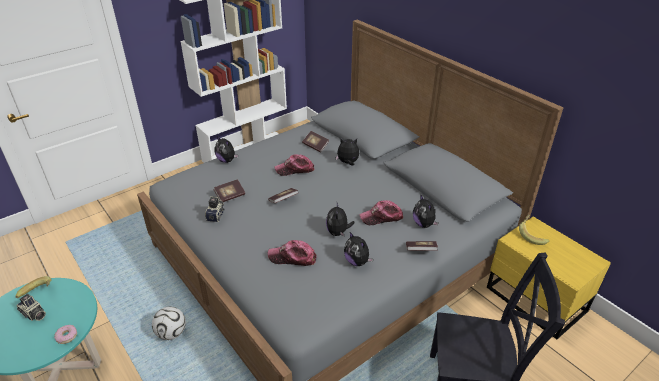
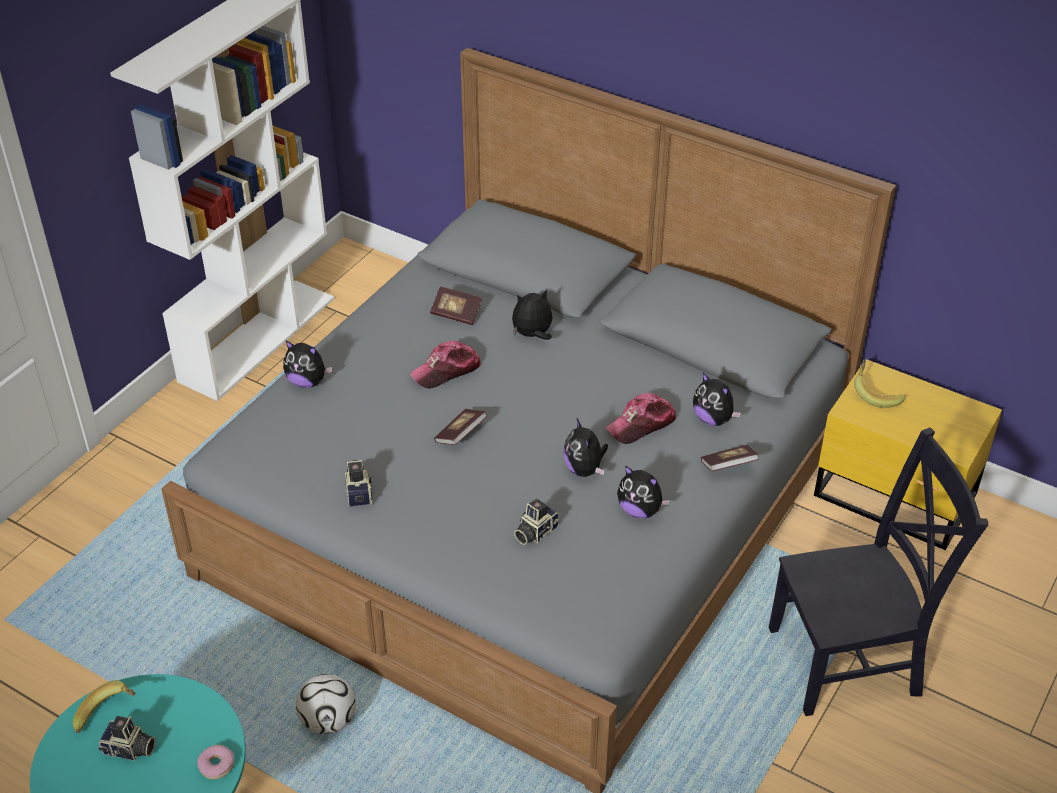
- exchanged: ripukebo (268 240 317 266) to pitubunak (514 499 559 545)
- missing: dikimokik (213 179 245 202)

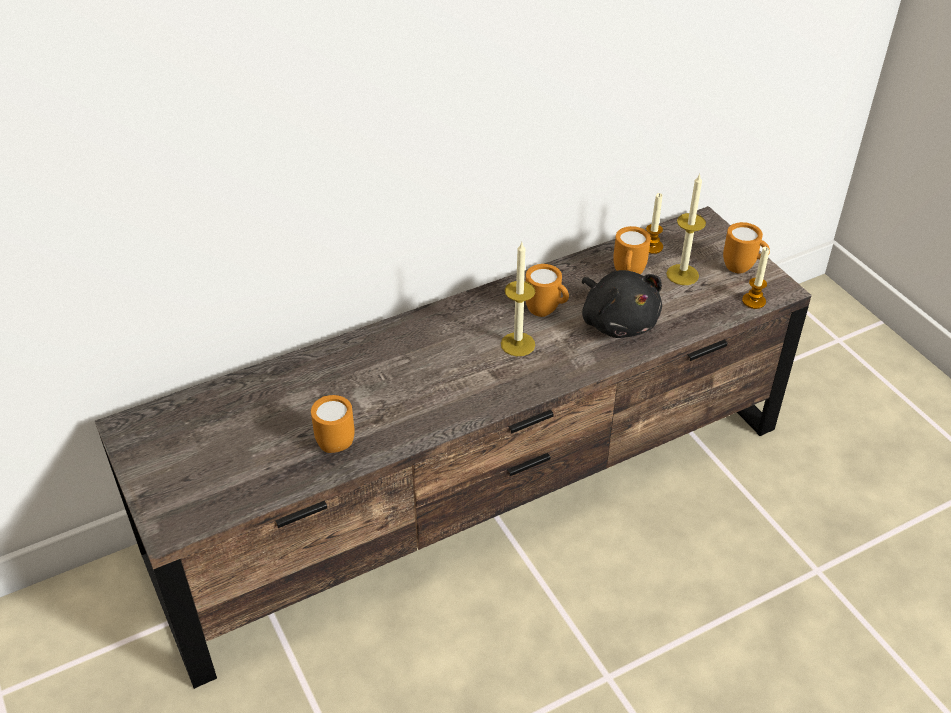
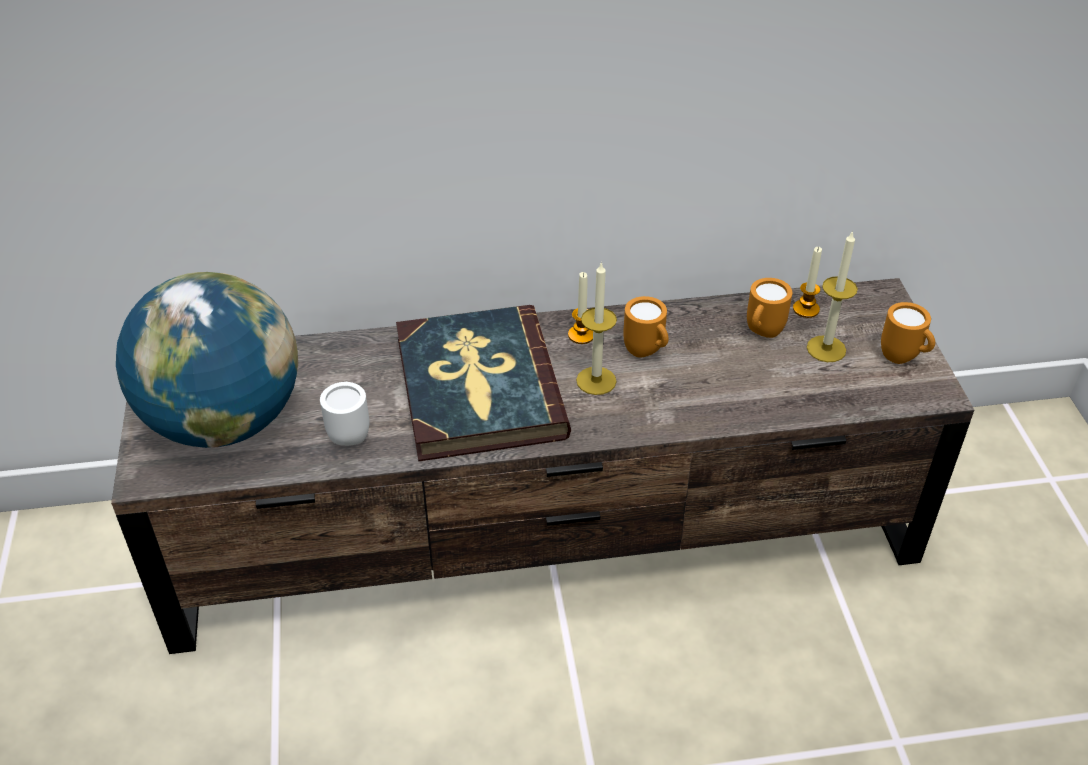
- appeared: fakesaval (116 272 298 448)
- colour: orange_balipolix (311 395 355 453) to white_balipolix (320 382 369 446)
- appeared: dikimokik (396 305 571 461)
- relocated: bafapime (742 247 769 309) to (568 272 593 344)
- missing: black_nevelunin (582 270 662 338)

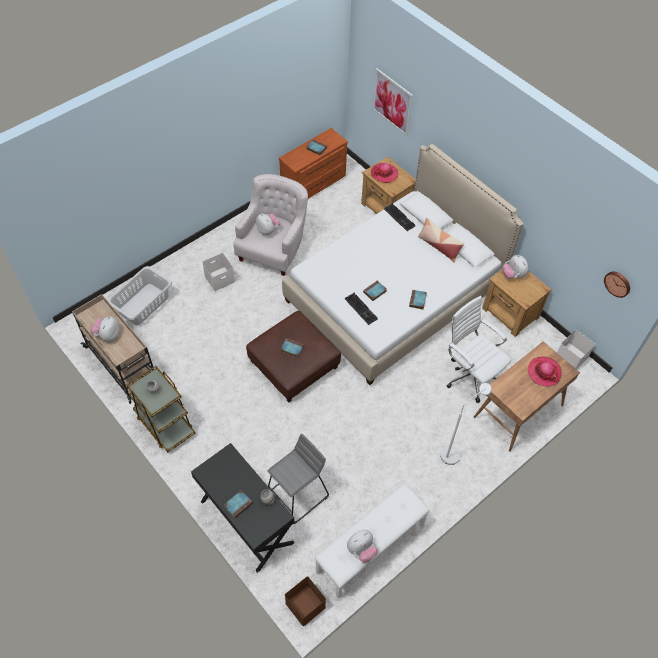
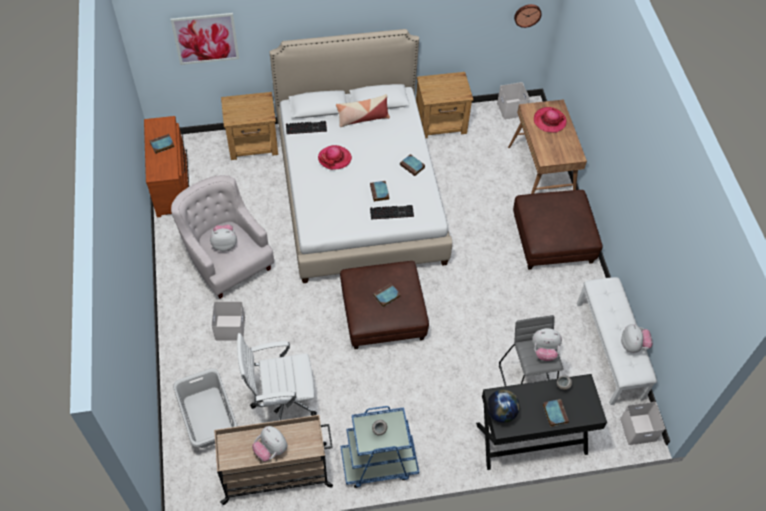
- relocated: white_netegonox (447 296 511 403) to (237 333 317 421)
- relocated: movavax (371 163 398 183) to (318 145 352 170)
- colour: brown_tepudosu (127 366 195 452) to blue_tepudosu (341 406 419 488)
- appeared: fakesaval (487 390 520 423)
- exchanged: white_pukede (440 383 492 465) to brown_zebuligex (513 190 603 270)
- relocated: nevelunin (502 255 529 279) to (532 328 562 361)
- colour: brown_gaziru (285 576 326 626) to white_gaziru (620 402 665 445)

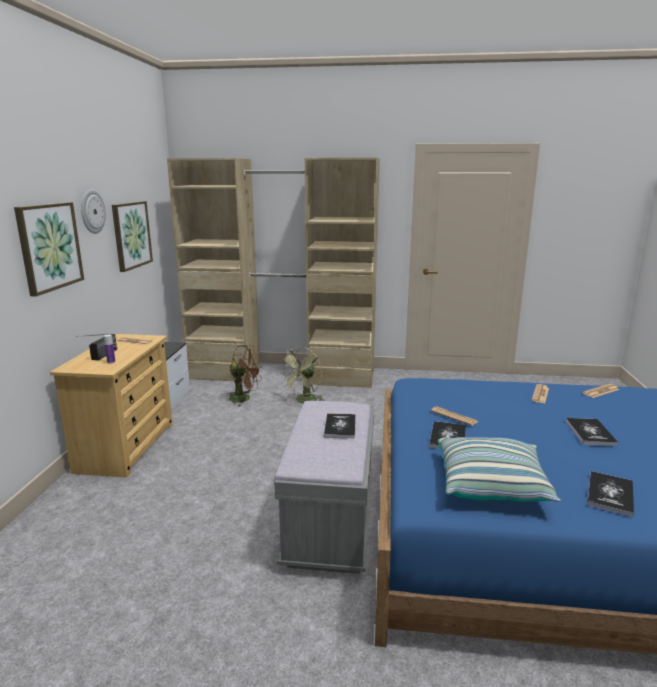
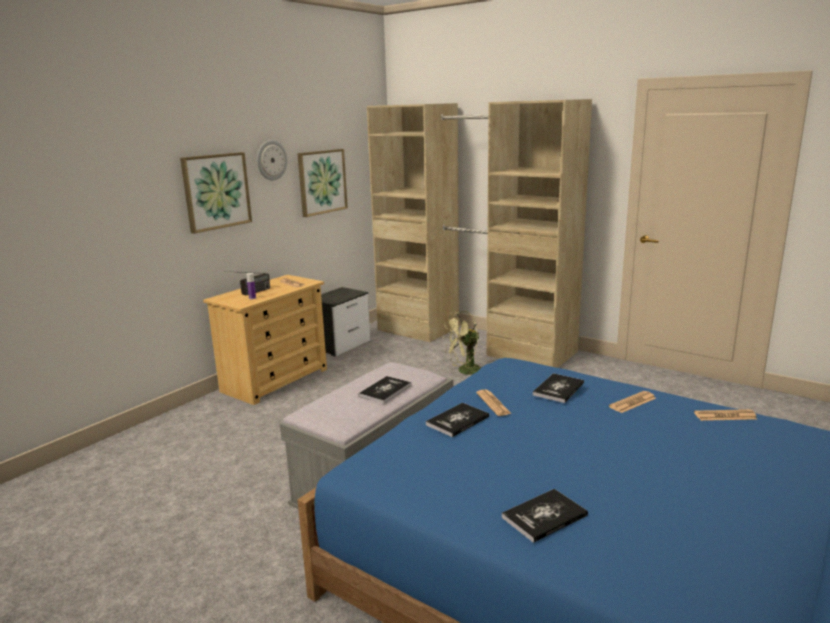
- relocated: dikimokik (566 418 618 446) to (533 373 584 403)
- missing: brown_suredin (226 345 262 407)
- missing: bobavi (438 437 561 502)

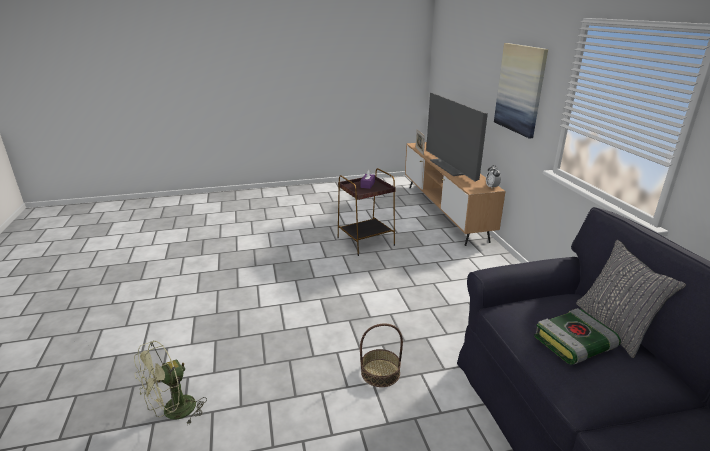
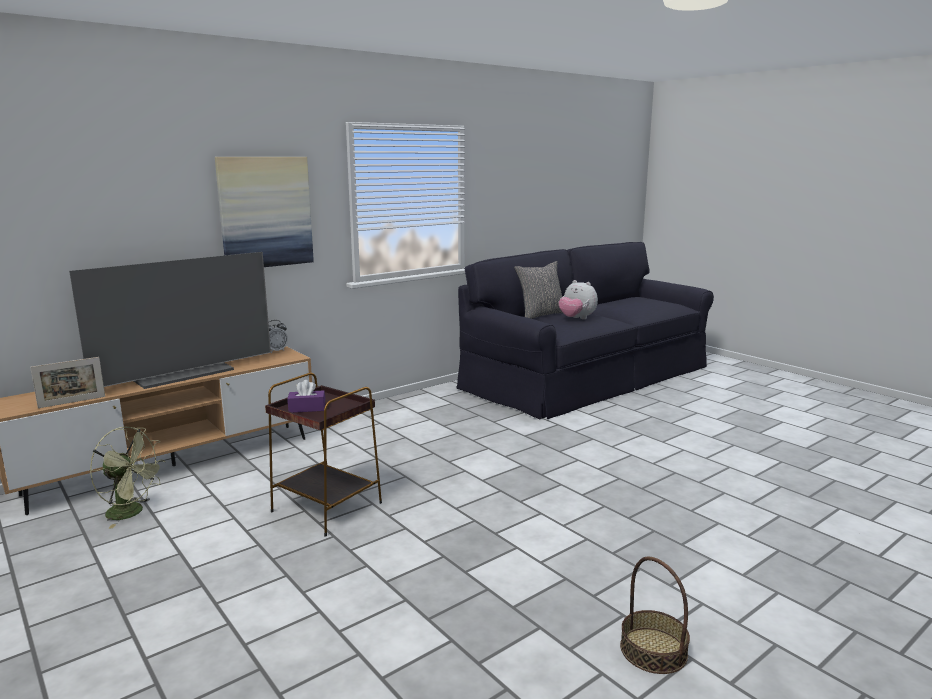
- relocated: green_suredin (134 341 207 425) to (90 427 165 529)
- exchanged: dikimokik (534 308 621 364) to nevelunin (559 280 598 319)
- relocated: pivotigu (360 324 403 387) to (620 556 690 674)

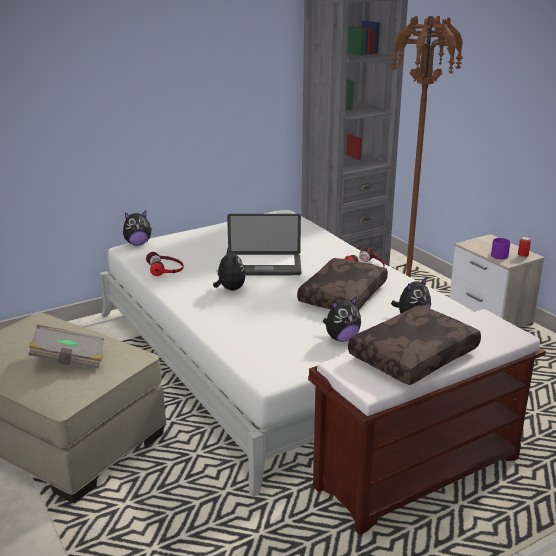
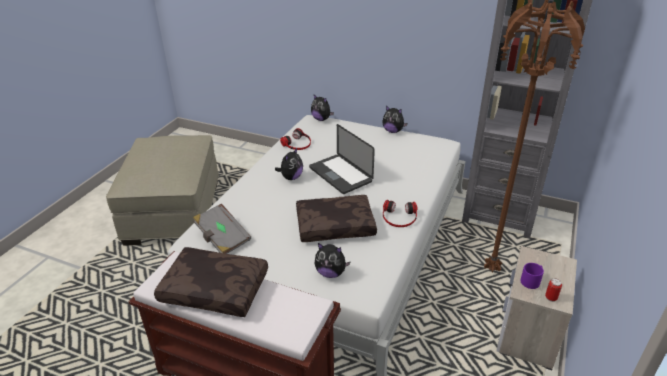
- relocated: grey_dikimokik (28 325 104 369) to (193 204 251 254)
- relocated: nevelunin (323 296 361 342) to (382 106 407 133)

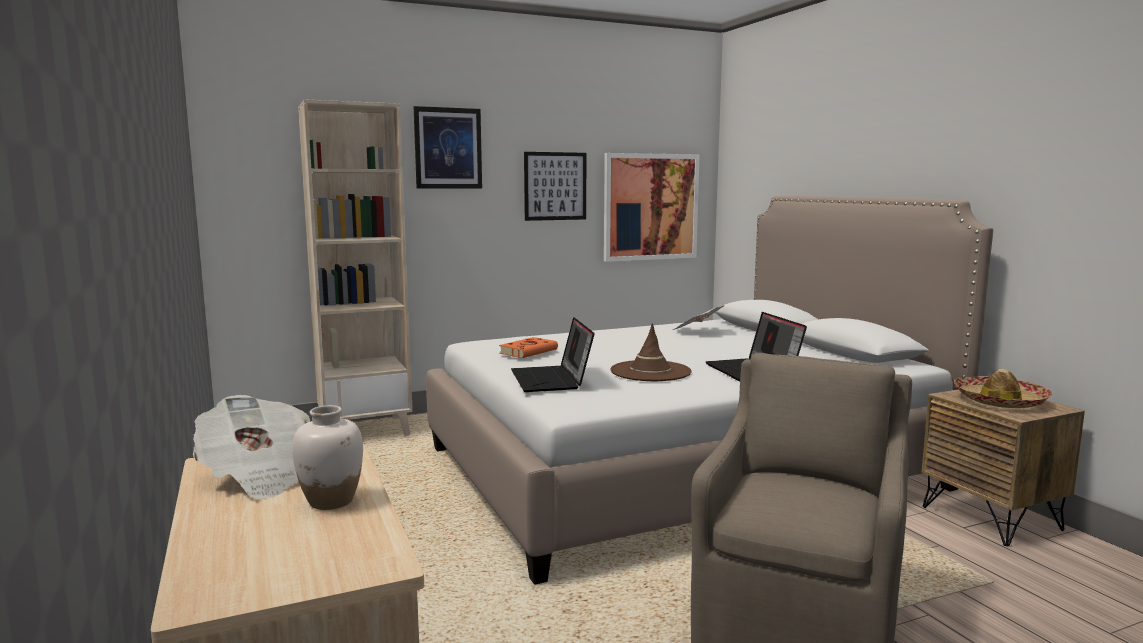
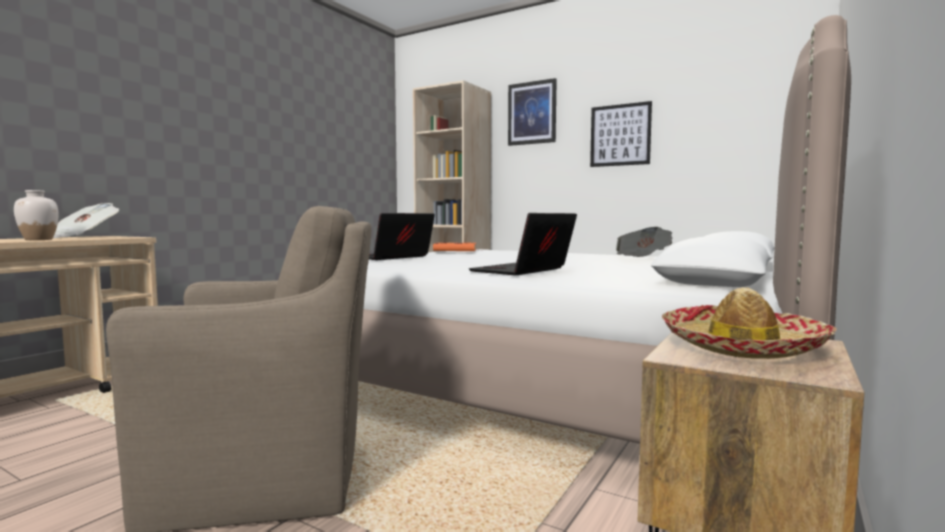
- missing: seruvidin (604 153 700 262)
- missing: brown_movavax (610 323 692 381)

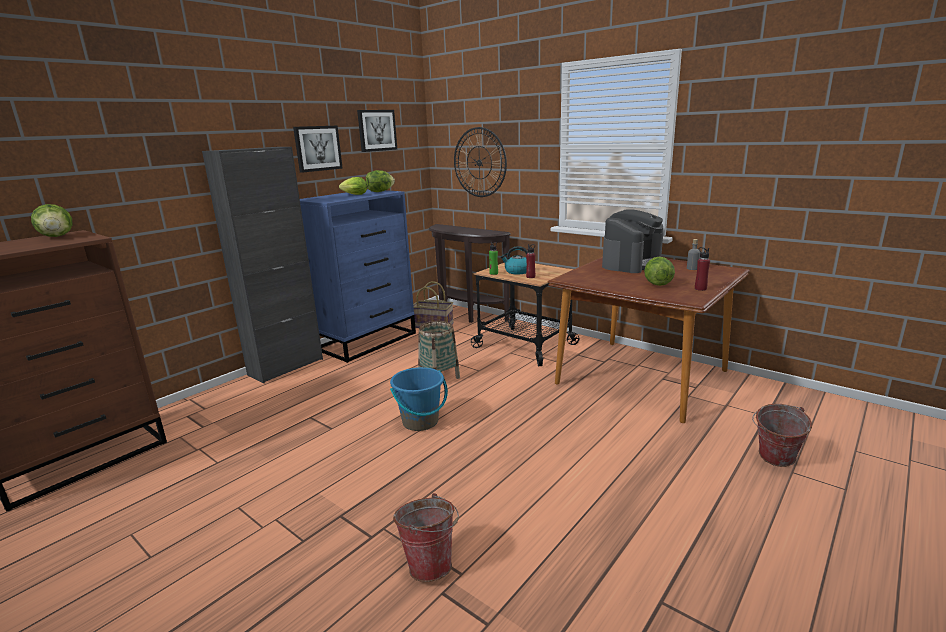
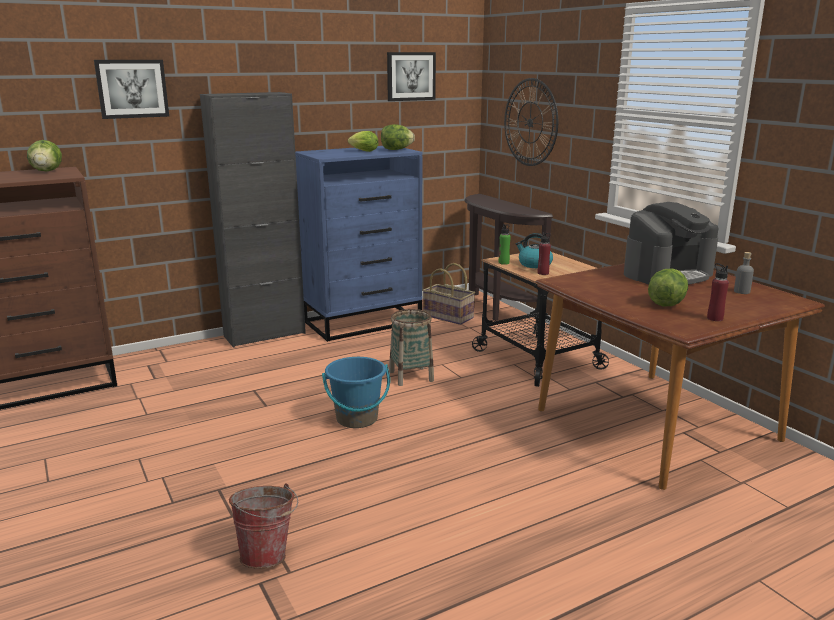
- relocated: seruvidin (293 126 343 173) to (94 60 169 119)
- missing: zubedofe (752 404 812 467)

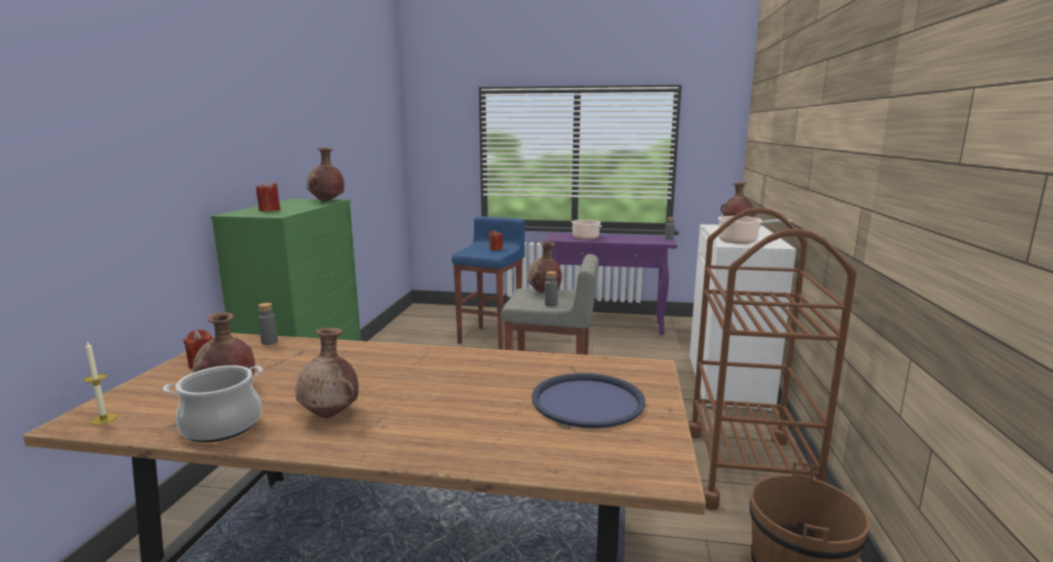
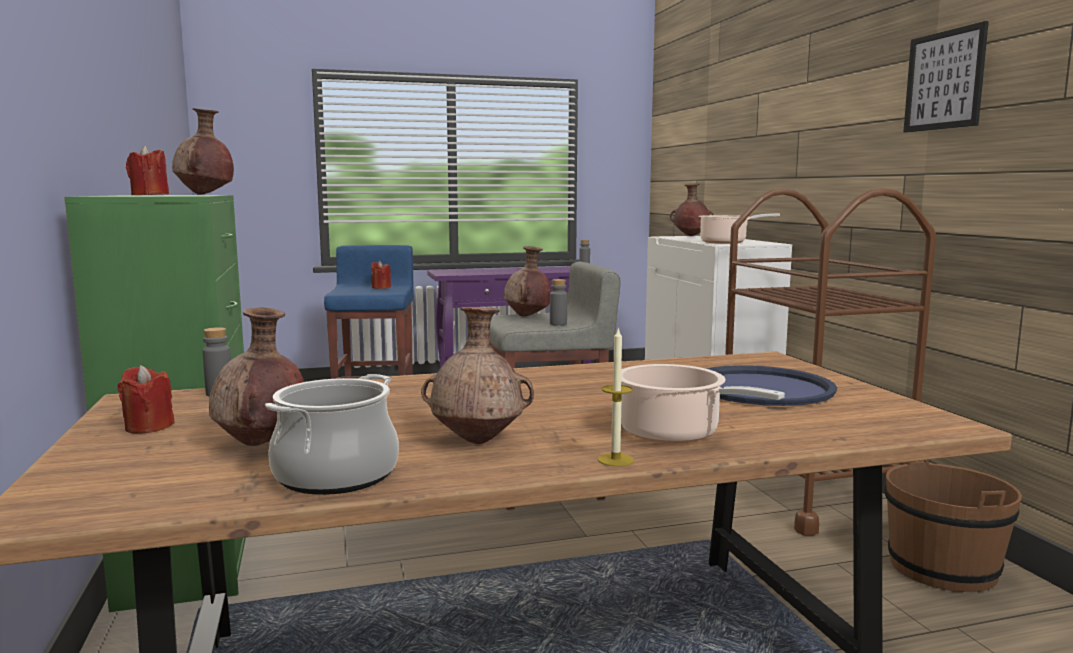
- relocated: bafapime (83 341 118 425) to (598 327 634 467)
- relocated: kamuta (572 220 602 239) to (621 364 785 443)
- appeared: seruvidin (903 21 989 132)

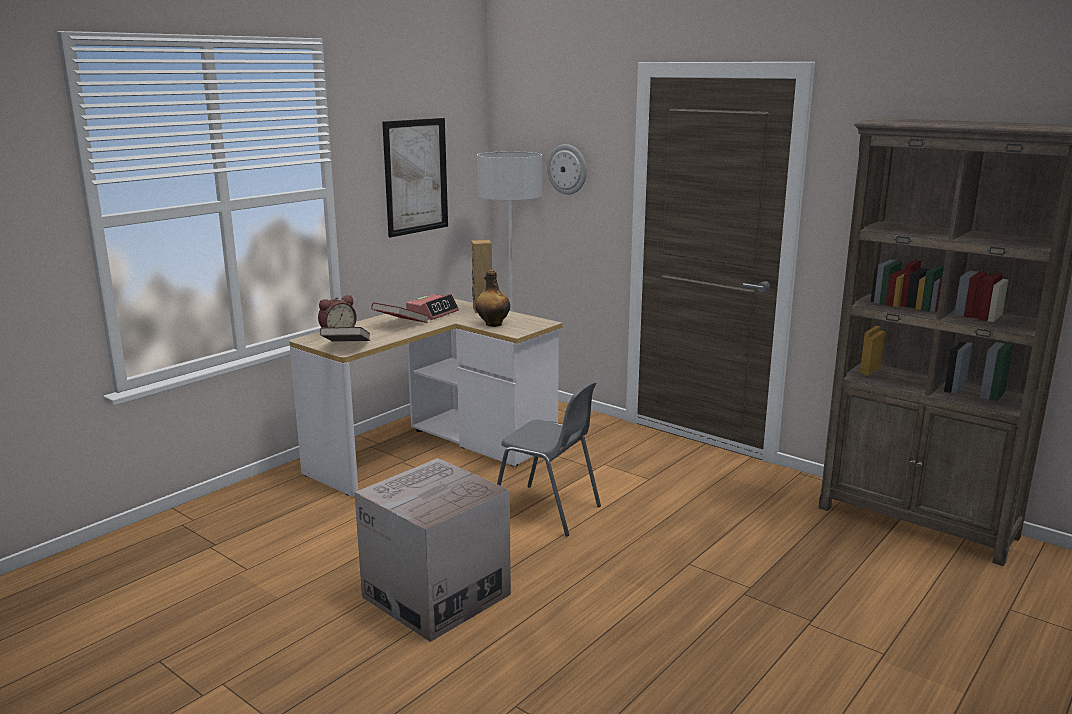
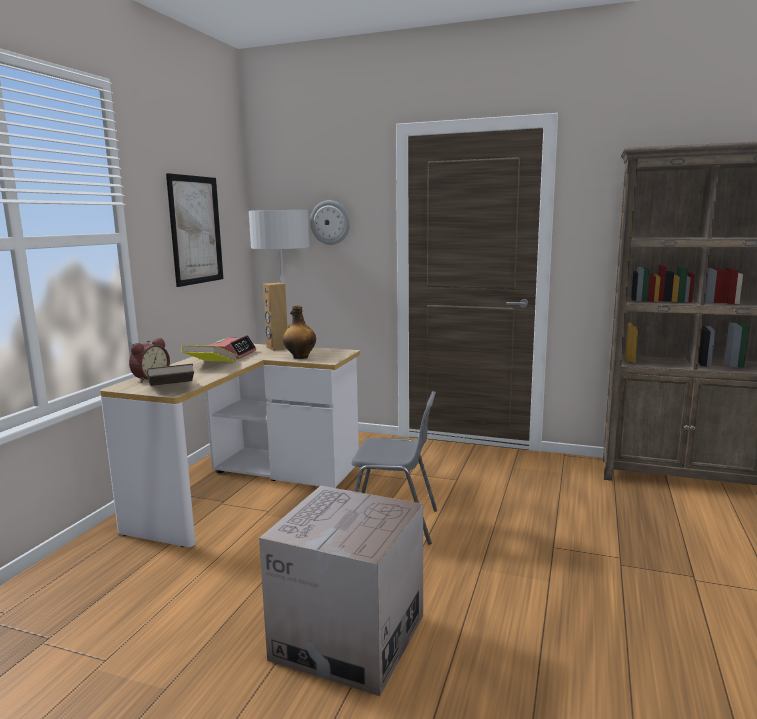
- colour: red_dikimokik (371 302 429 323) to yellow_dikimokik (181 345 237 362)

